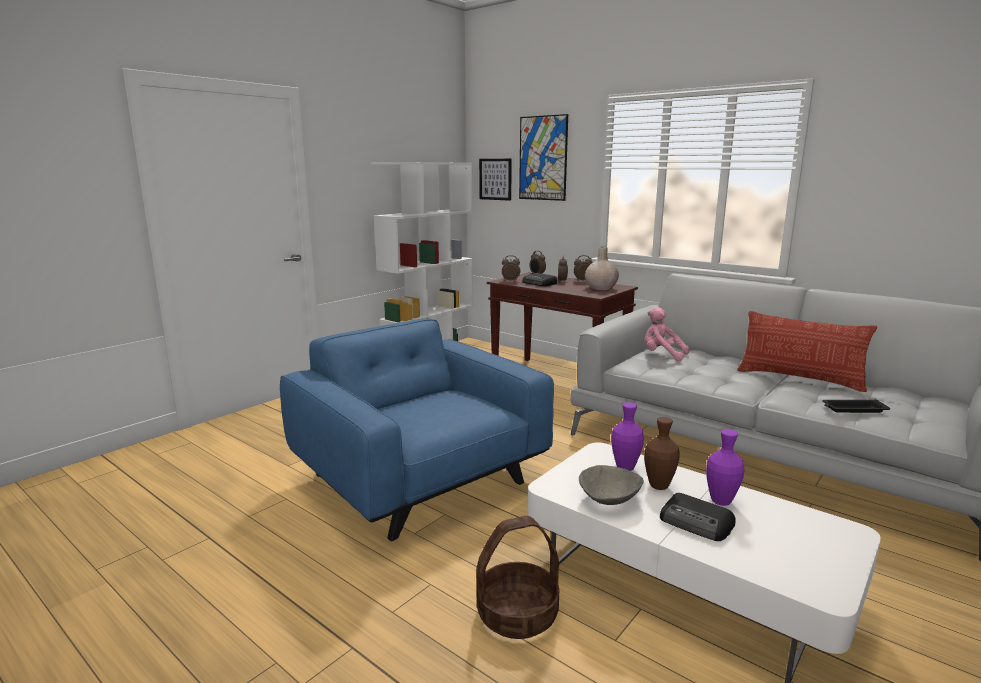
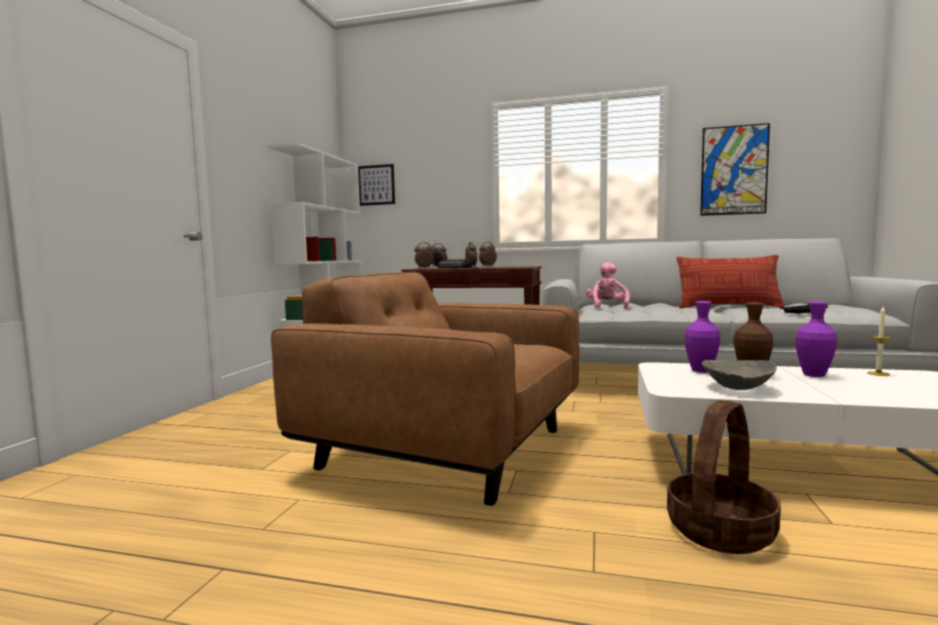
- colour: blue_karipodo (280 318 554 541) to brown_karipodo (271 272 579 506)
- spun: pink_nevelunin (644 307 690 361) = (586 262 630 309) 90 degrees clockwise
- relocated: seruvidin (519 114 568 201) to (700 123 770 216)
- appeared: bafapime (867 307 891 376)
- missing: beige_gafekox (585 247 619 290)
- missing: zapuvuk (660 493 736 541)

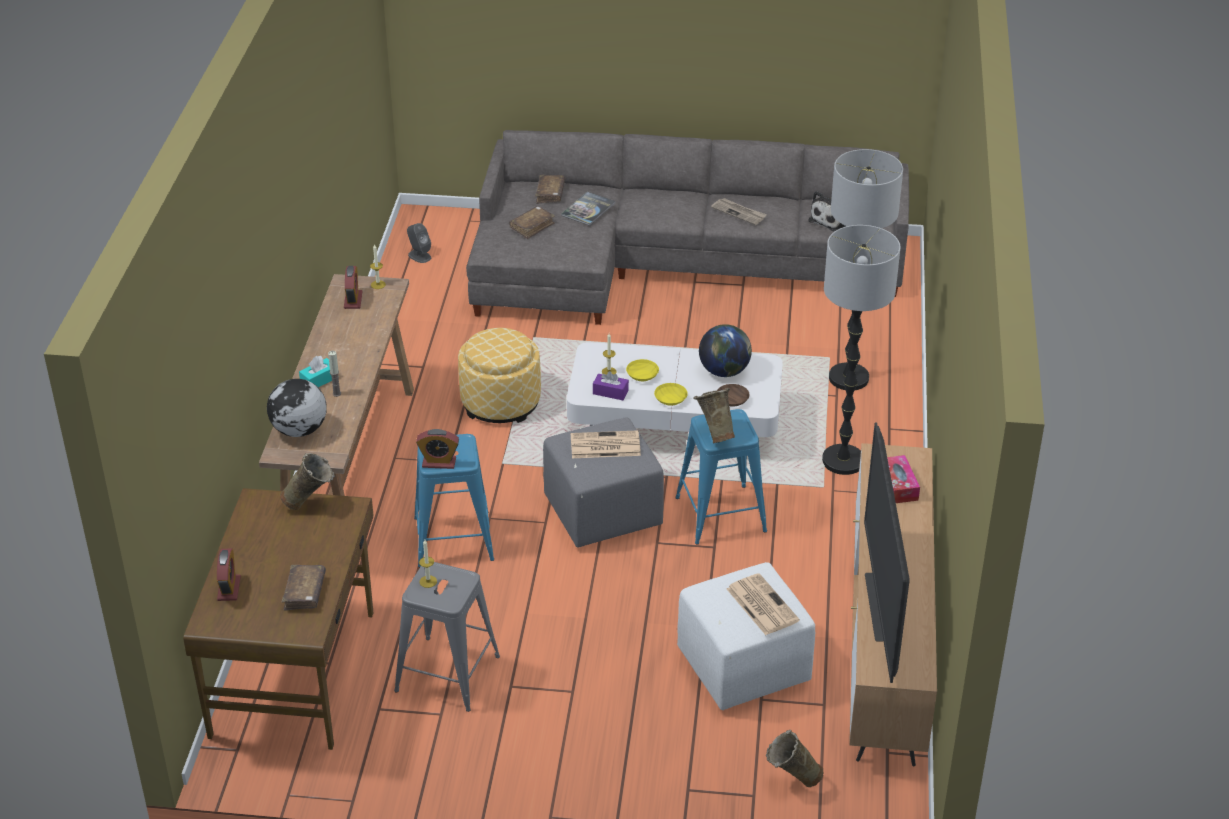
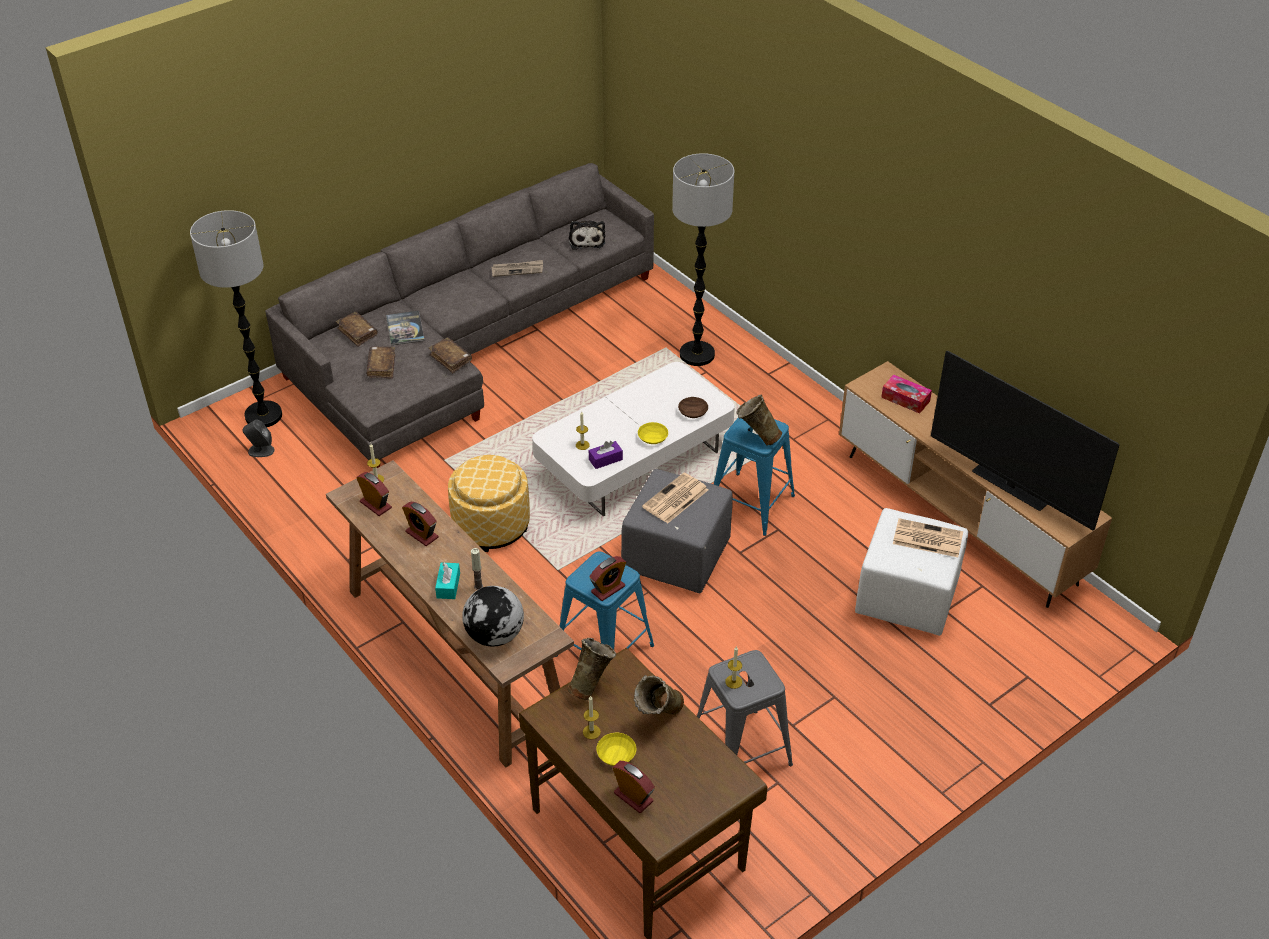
- relocated: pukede (822 225 901 475) to (190 210 282 427)
- appeared: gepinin (402 502 438 546)
- relocated: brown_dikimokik (282 565 326 611) to (428 337 472 373)
- appeared: bafapime (583 696 601 739)
- relocated: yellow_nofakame (626 359 659 381) to (596 733 636 766)
- relocated: beige_gafekox (766 730 824 787) to (634 675 684 714)
- missing: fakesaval (699 324 752 377)

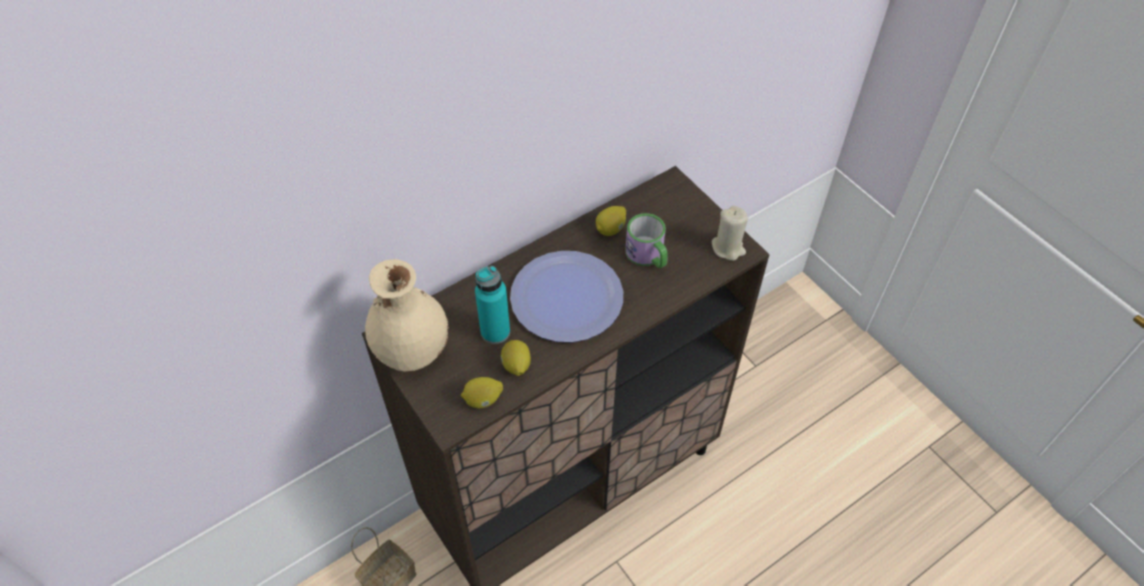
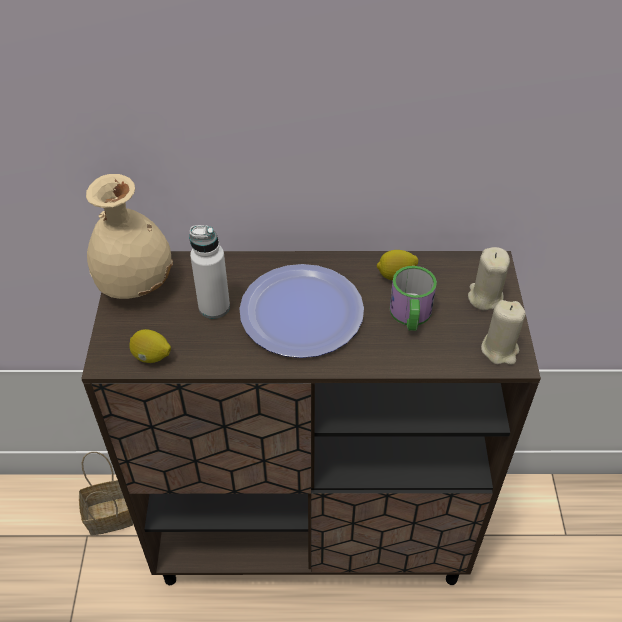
- colour: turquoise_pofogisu (475 266 510 344) to white_pofogisu (189 225 230 319)
- appeared: beige_bafapime (468 247 510 310)
- missing: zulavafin (501 340 531 376)

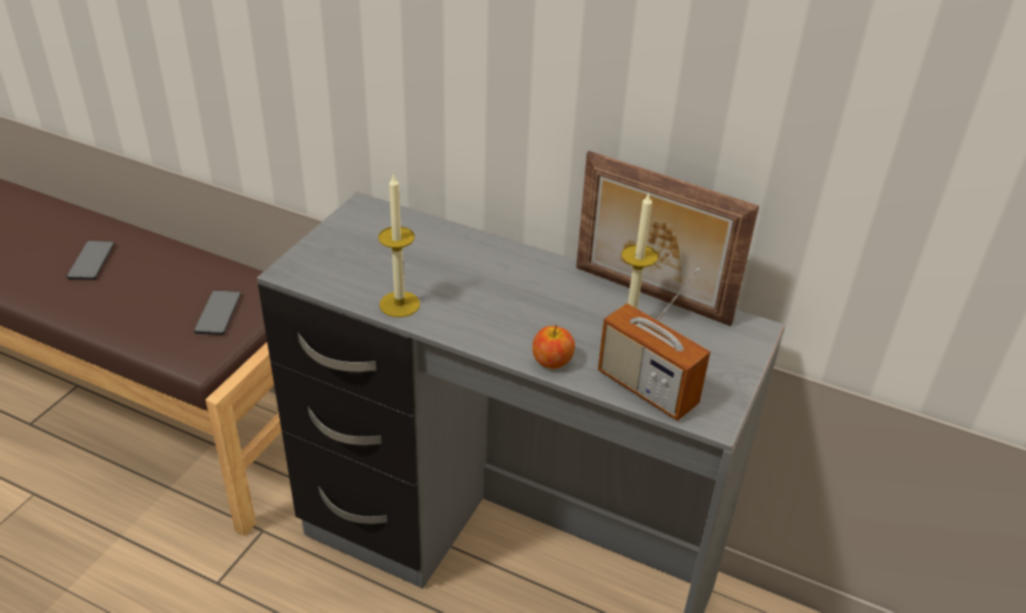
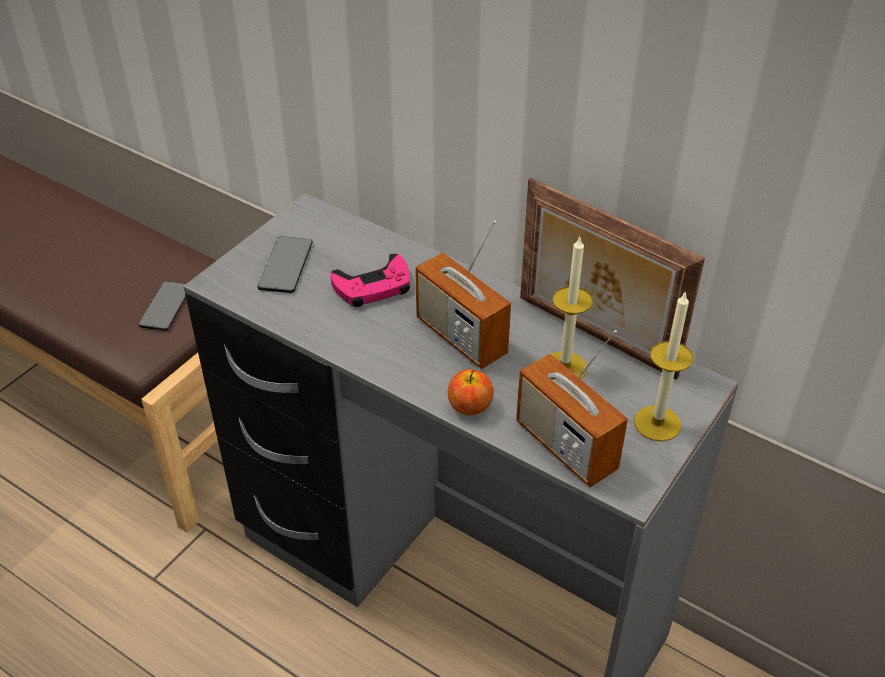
- relocated: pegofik (67 241 115 280) to (258 236 313 293)
- appeared: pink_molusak (330 254 410 307)
- appeared: zapuvuk (415 220 511 369)
- relocated: bafapime (378 173 420 317) to (634 291 693 441)

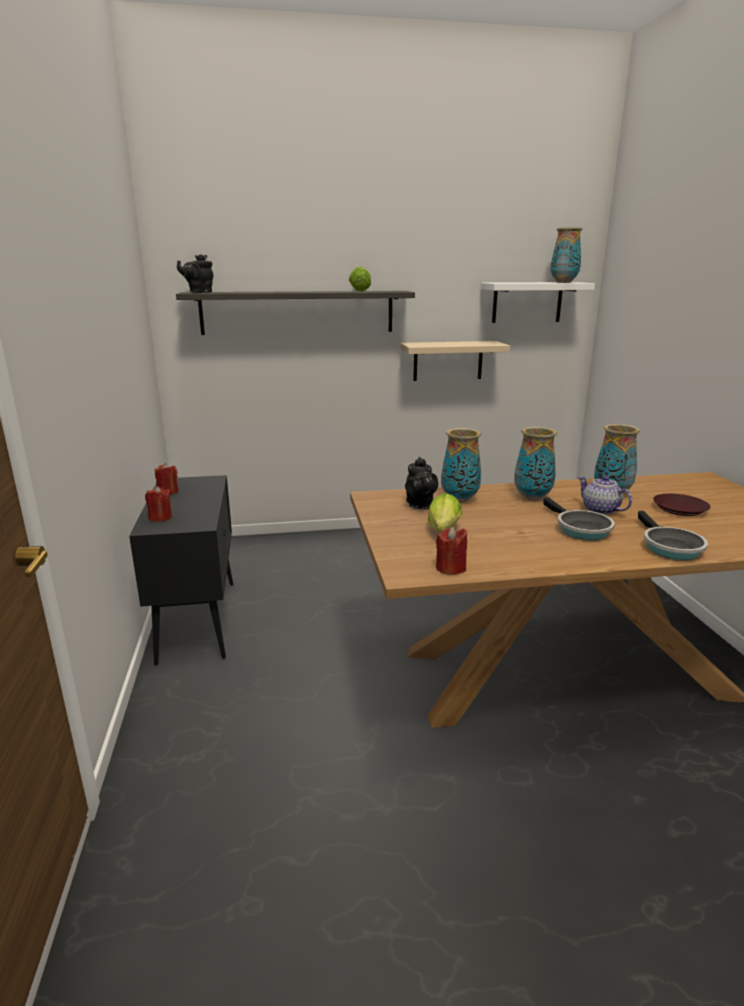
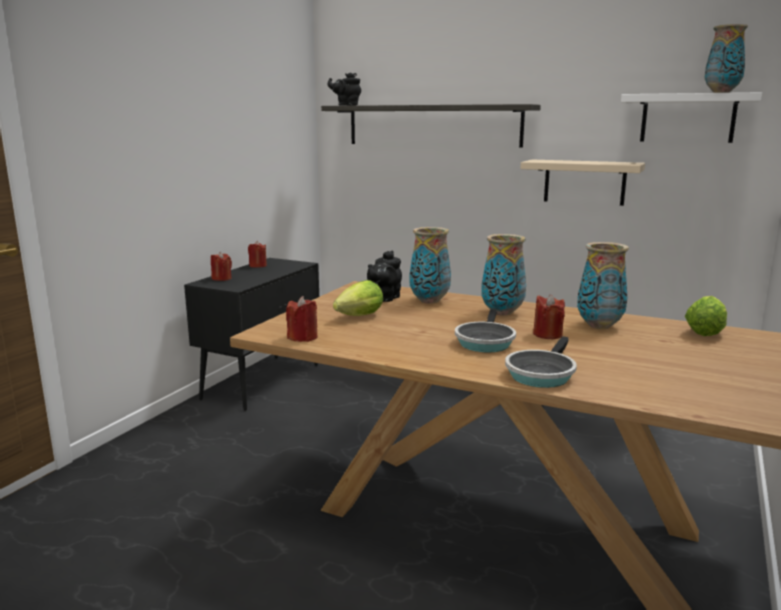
- exchanged: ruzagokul (578 476 632 515) to red_bafapime (533 294 565 339)
- relocated: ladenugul (349 266 371 292) to (685 296 727 336)
- missing: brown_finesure (653 494 710 516)

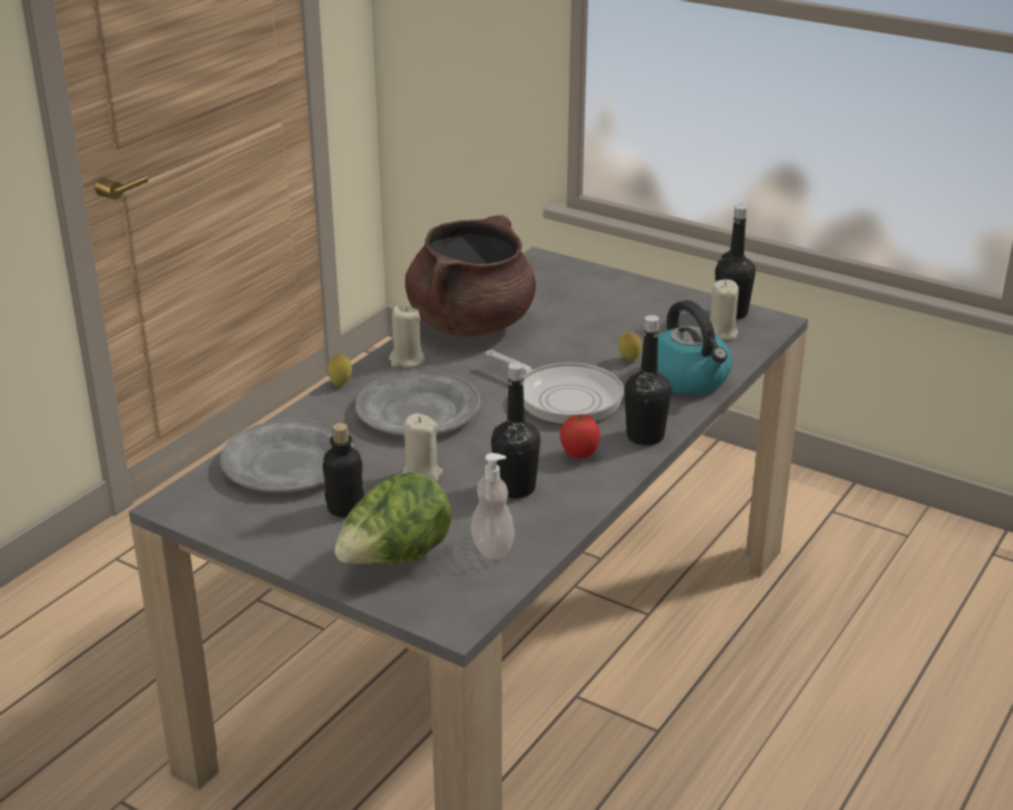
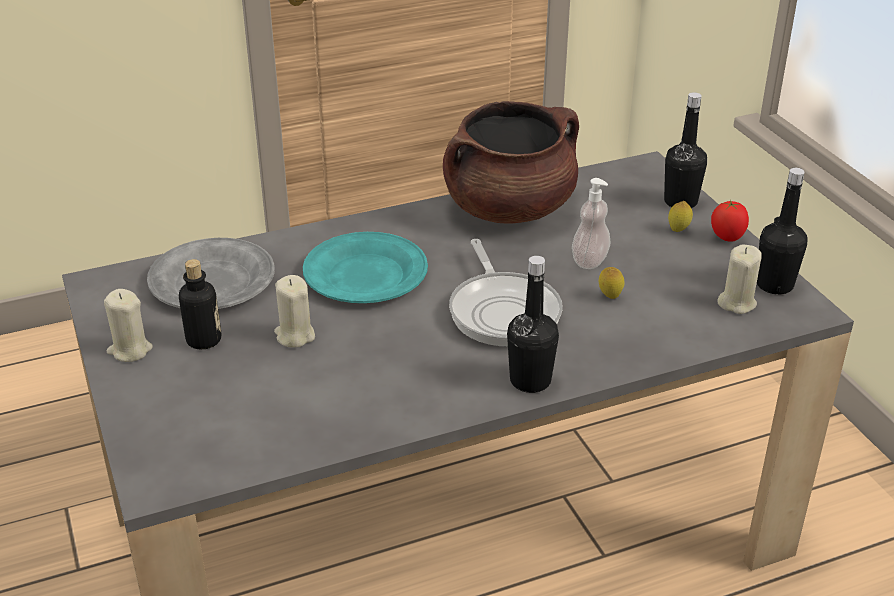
- relocated: beige_bafapime (389 305 425 368) to (104 289 153 362)
- colour: grey_finesure (355 371 481 436) to turquoise_finesure (303 232 428 303)
- relocated: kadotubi (471 453 515 559) to (572 178 610 269)
- relocated: black_pofogisu (491 362 541 498) to (664 92 707 208)
- relocated: zulavafin (328 353 352 386) to (668 201 693 232)
- relocated: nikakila (560 414 600 459) to (711 200 749 242)
- missing: ladenugul (335 472 452 565)
- missing: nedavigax (657 300 732 395)

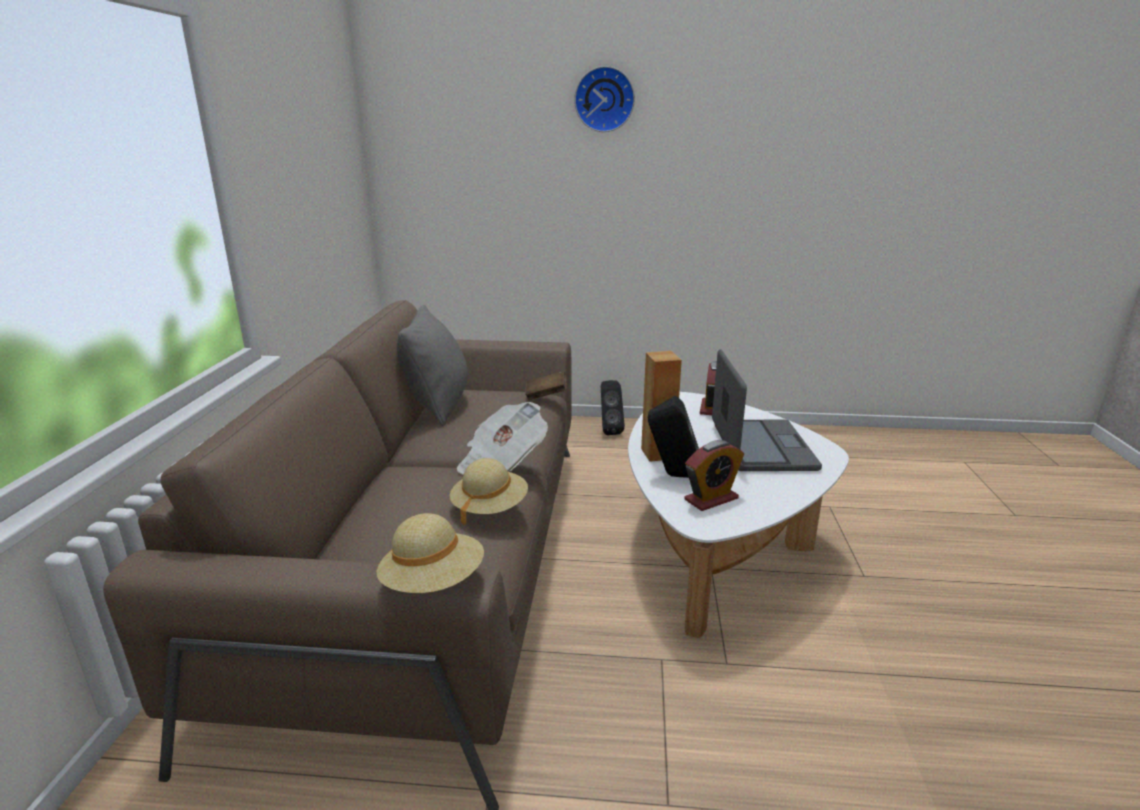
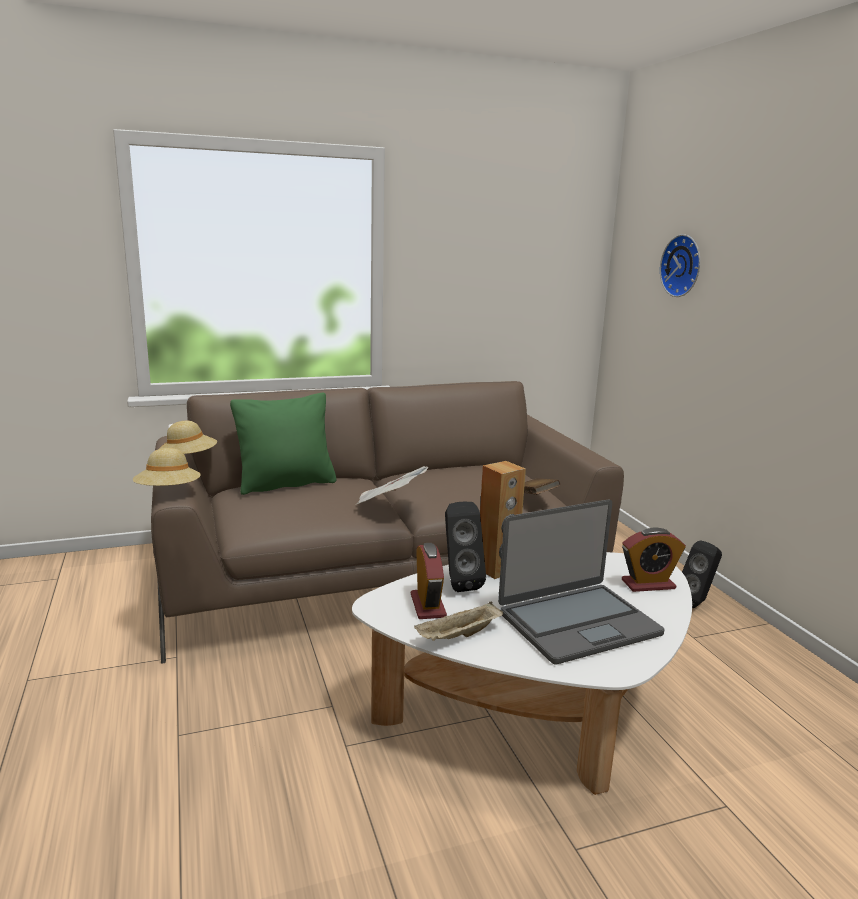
- relocated: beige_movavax (450 458 528 526) to (159 421 217 454)
- appeared: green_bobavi (230 393 336 495)
- spun: gepinin (684 440 744 511) = (411 543 447 619) 135 degrees counterclockwise
- appeared: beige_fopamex (414 601 503 641)
- relocated: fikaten (574 66 635 132) to (660 234 700 297)
- missing: grey_bobavi (397 305 468 426)

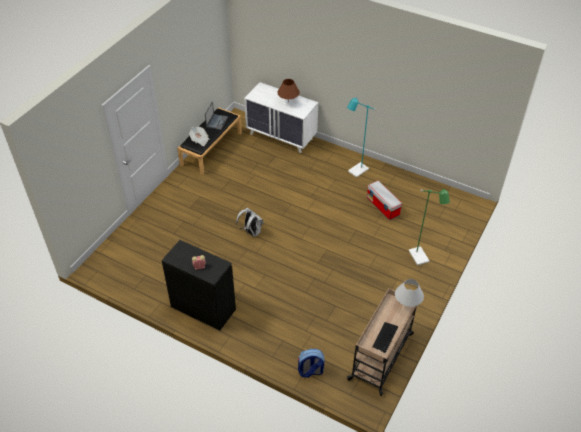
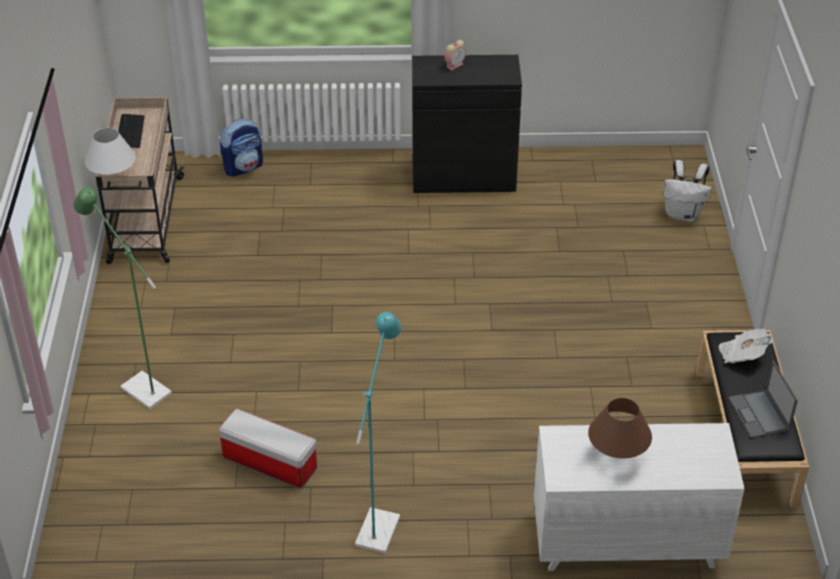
- relocated: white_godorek (236 207 264 237) to (663 160 712 222)

